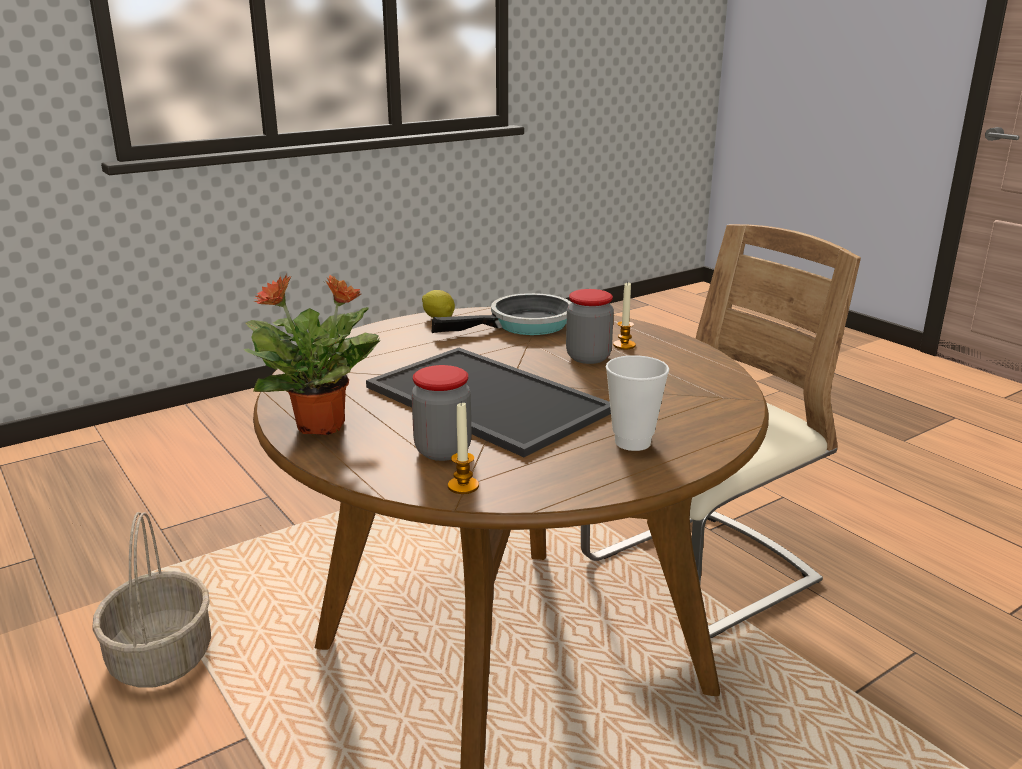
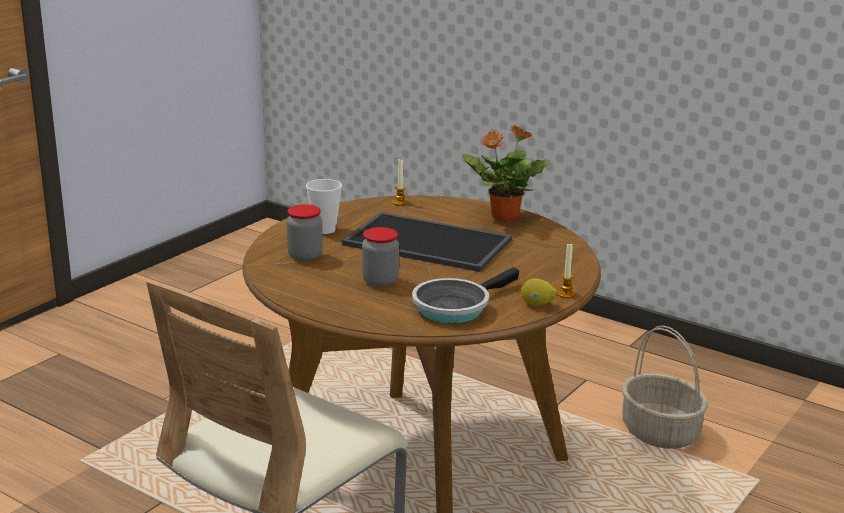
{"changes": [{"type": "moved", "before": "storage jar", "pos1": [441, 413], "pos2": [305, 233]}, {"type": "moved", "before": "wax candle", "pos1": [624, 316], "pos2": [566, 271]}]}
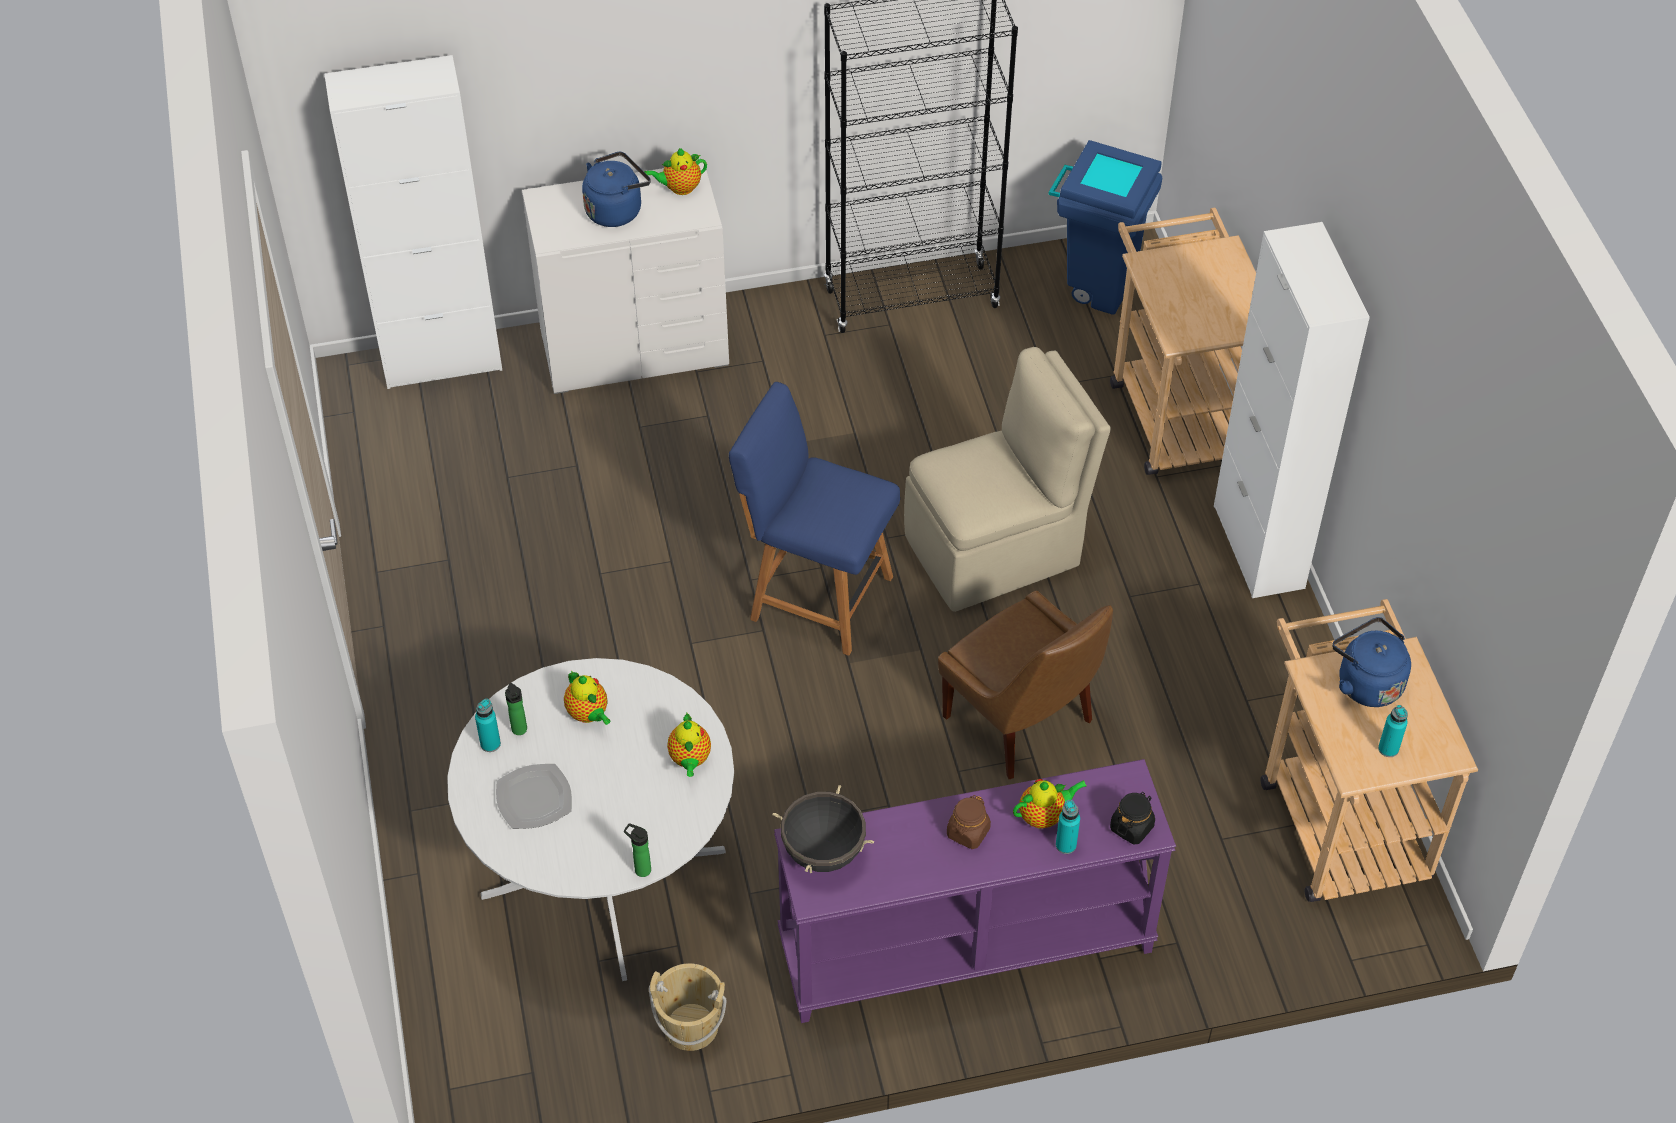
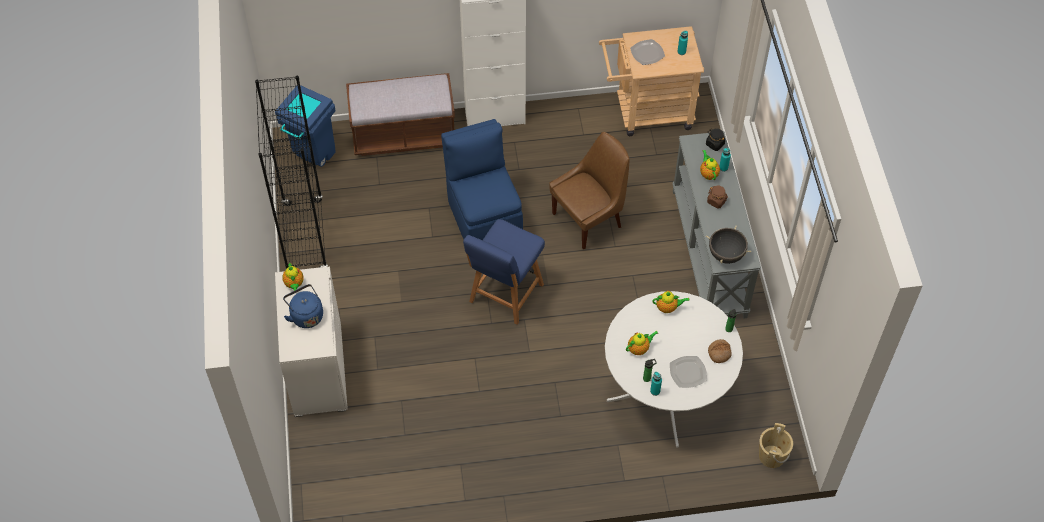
{"changes": [{"type": "removed", "before": "cabinet in white-coloured", "pos1": [413, 222]}, {"type": "moved", "before": "pail in beige", "pos1": [687, 1007], "pos2": [776, 445]}, {"type": "recoloured", "before": "narrow table in purple", "after": "narrow table in grey", "pos1": [975, 891], "pos2": [716, 224]}, {"type": "recoloured", "before": "upright chair in beige", "after": "upright chair in bluish", "pos1": [1007, 479], "pos2": [482, 179]}, {"type": "replaced", "before": "cart in beige", "after": "bench in brown", "pos1": [1183, 341], "pos2": [400, 114]}, {"type": "replaced", "before": "tea kettle in bluish", "after": "plate", "pos1": [1371, 662], "pos2": [647, 52]}, {"type": "added", "after": "bread", "pos2": [719, 351]}]}
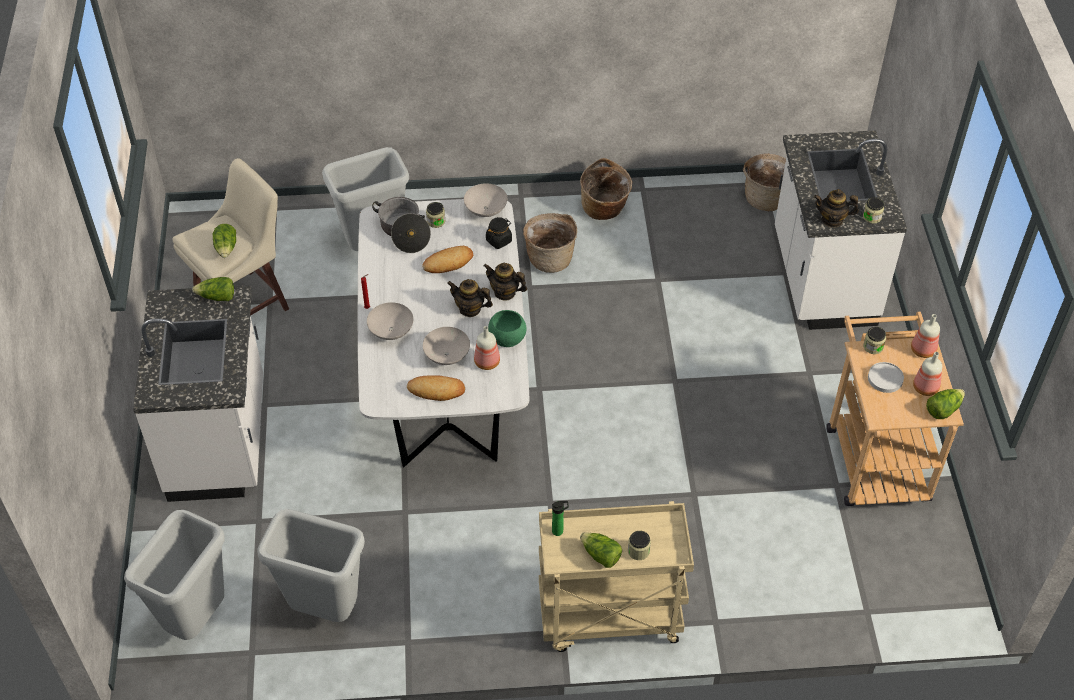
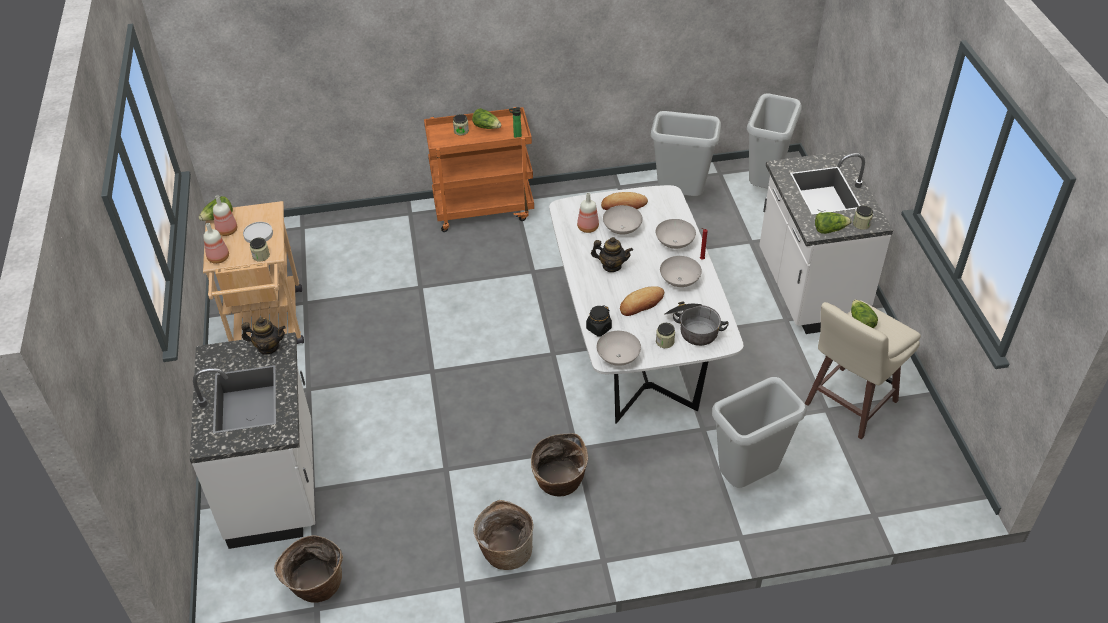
{"changes": [{"type": "removed", "before": "tea pot", "pos1": [505, 281]}, {"type": "removed", "before": "bowl in green", "pos1": [507, 328]}, {"type": "recoloured", "before": "cart in beige", "after": "cart in orange-coloured", "pos1": [616, 576], "pos2": [479, 169]}, {"type": "moved", "before": "storage jar", "pos1": [873, 210], "pos2": [863, 218]}, {"type": "added", "after": "bowl in white-coloured", "pos2": [681, 271]}]}
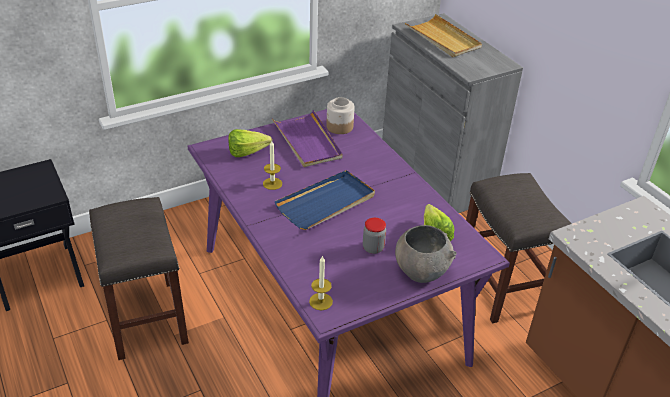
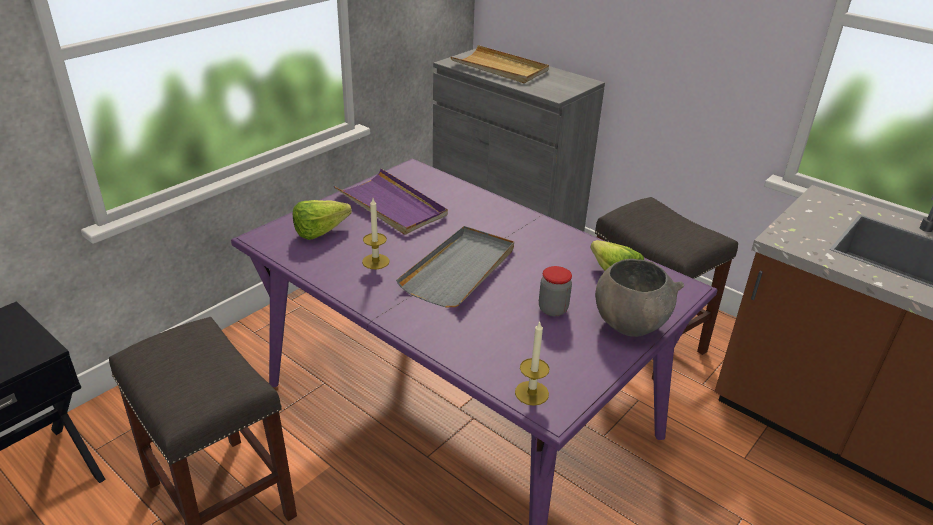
{"changes": [{"type": "recoloured", "before": "serving tray in bluish", "after": "serving tray in grey", "pos1": [325, 200], "pos2": [455, 266]}, {"type": "removed", "before": "storage jar", "pos1": [340, 115]}]}
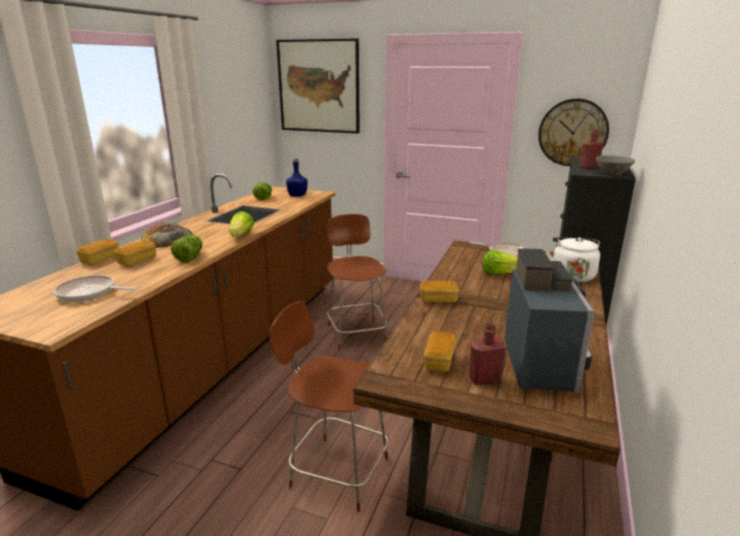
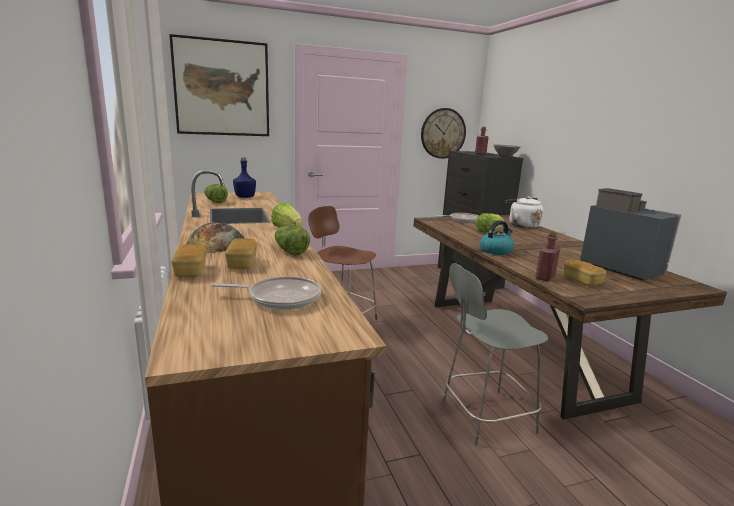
{"changes": [{"type": "turned", "before": "pan", "pos1": [95, 288], "pos2": [265, 293], "turn": -150}, {"type": "recoloured", "before": "upright chair in brown", "after": "upright chair in grey", "pos1": [329, 406], "pos2": [495, 354]}, {"type": "replaced", "before": "bread", "after": "tea kettle", "pos1": [439, 292], "pos2": [497, 237]}, {"type": "moved", "before": "bottle in red-coloured", "pos1": [487, 353], "pos2": [547, 256]}]}
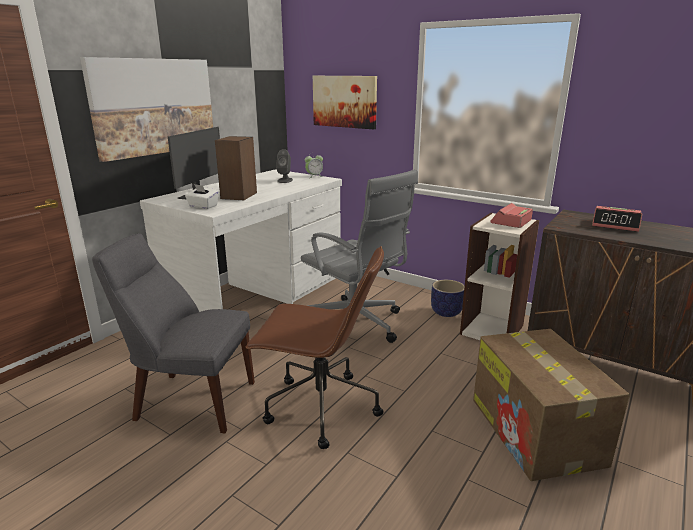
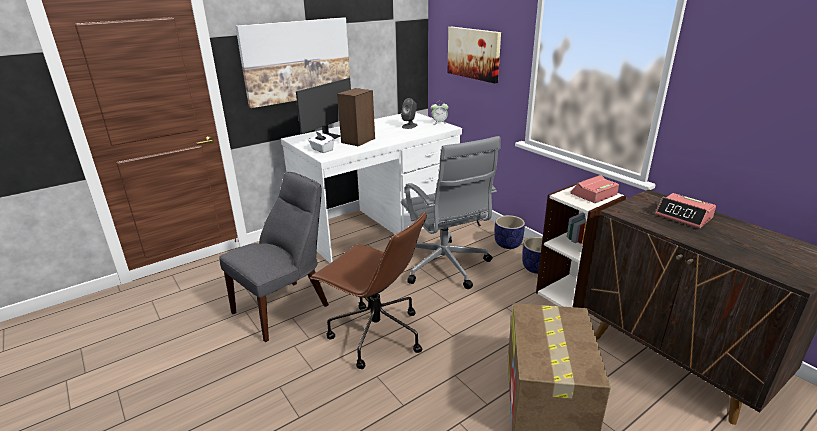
{"changes": [{"type": "turned", "before": "upright chair in grey", "pos1": [173, 333], "pos2": [274, 257], "turn": 105}, {"type": "added", "after": "plant pot", "pos2": [509, 232]}]}
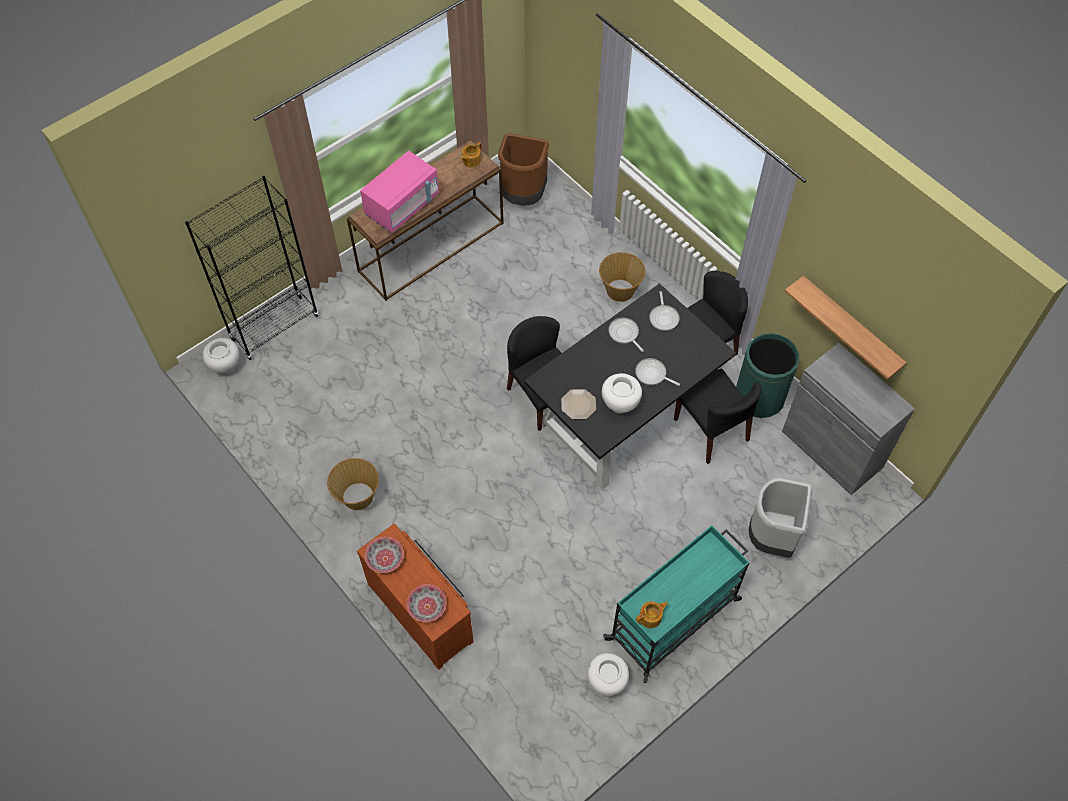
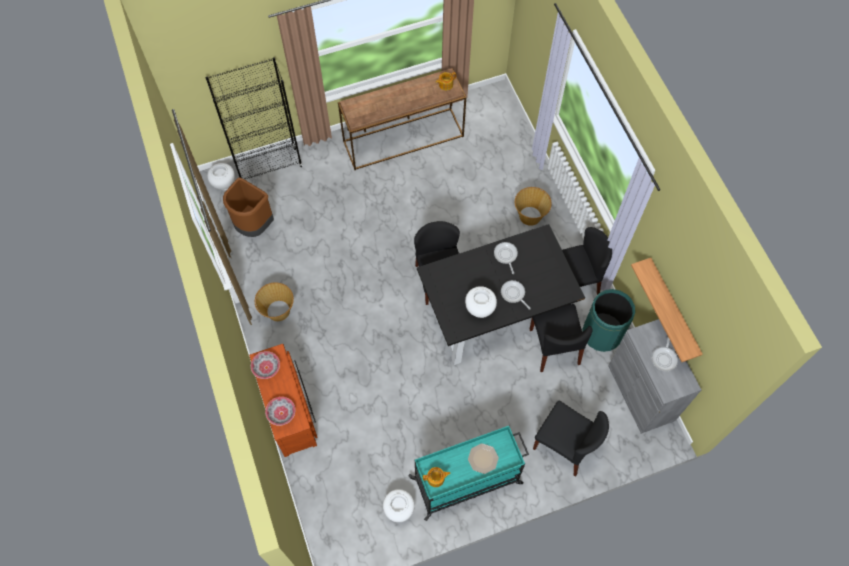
{"changes": [{"type": "removed", "before": "microwave in pink", "pos1": [399, 192]}, {"type": "moved", "before": "trash can in brown", "pos1": [523, 169], "pos2": [248, 207]}, {"type": "moved", "before": "plate", "pos1": [578, 404], "pos2": [483, 458]}, {"type": "moved", "before": "pan", "pos1": [664, 311], "pos2": [665, 354]}, {"type": "replaced", "before": "trash can in grey", "after": "upright chair in blackish", "pos1": [780, 518], "pos2": [571, 439]}]}
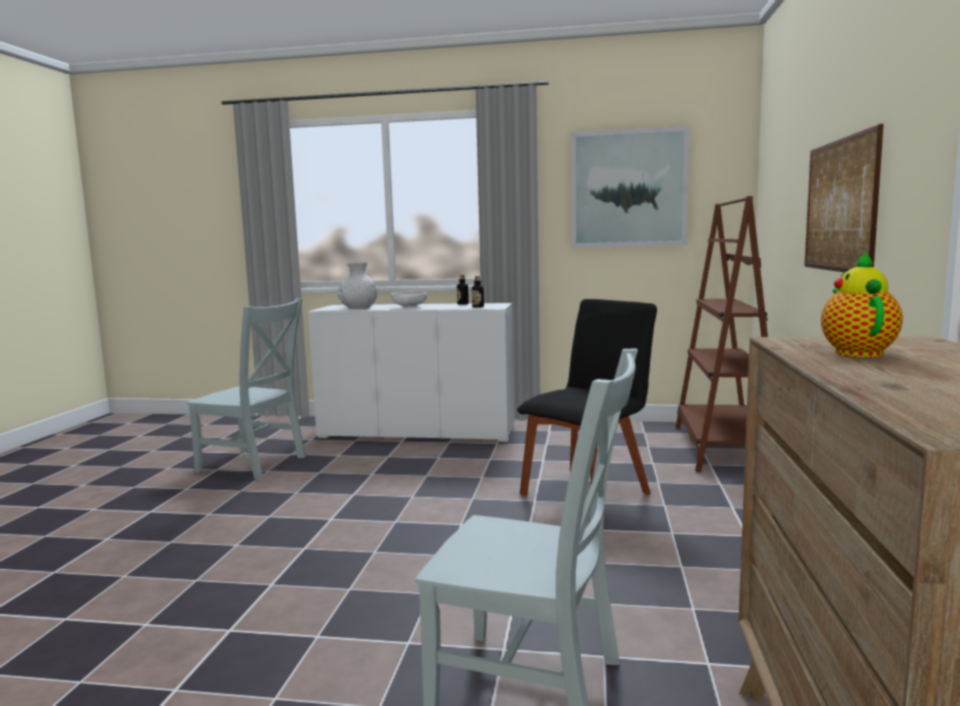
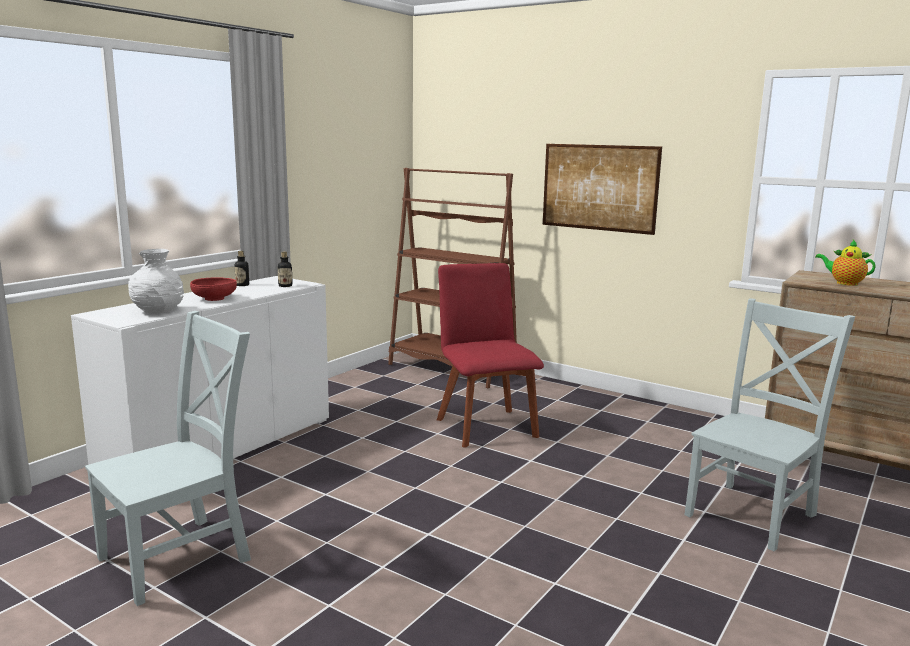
{"changes": [{"type": "recoloured", "before": "bowl in white-coloured", "after": "bowl in red-coloured", "pos1": [409, 299], "pos2": [213, 289]}, {"type": "recoloured", "before": "upright chair in blackish", "after": "upright chair in red-coloured", "pos1": [587, 397], "pos2": [490, 355]}, {"type": "removed", "before": "picture", "pos1": [630, 187]}]}
